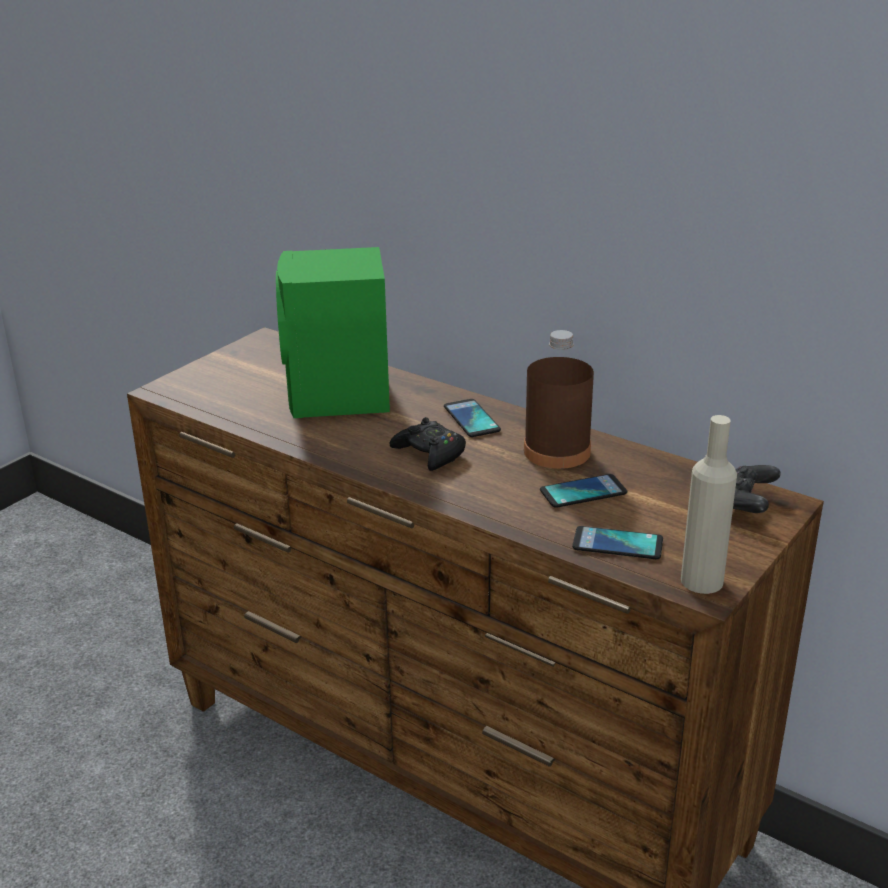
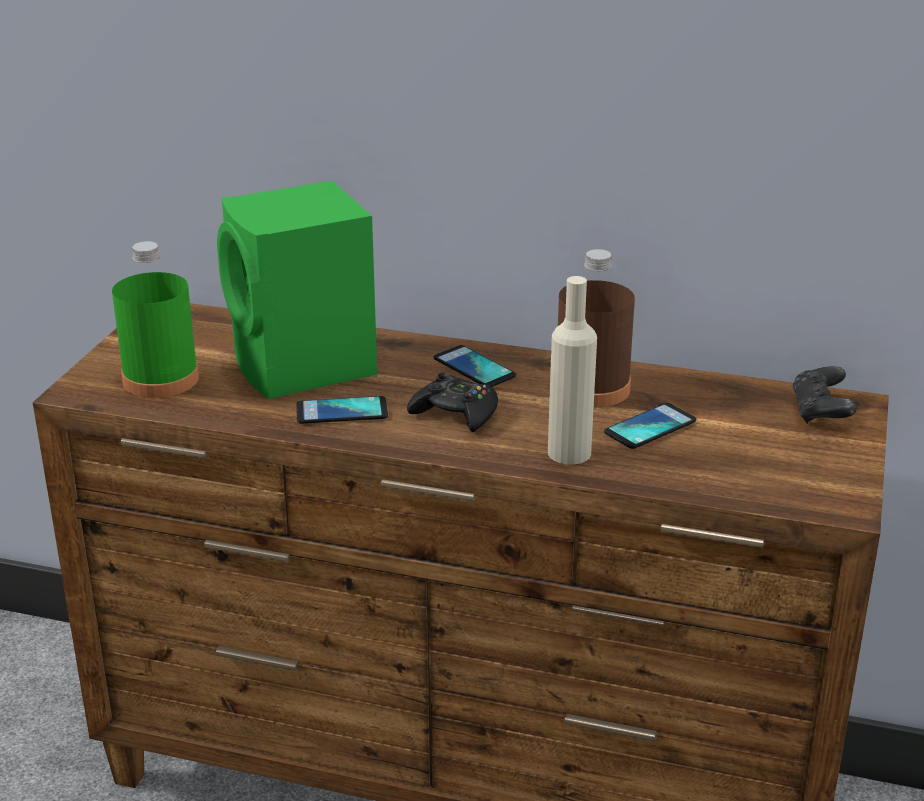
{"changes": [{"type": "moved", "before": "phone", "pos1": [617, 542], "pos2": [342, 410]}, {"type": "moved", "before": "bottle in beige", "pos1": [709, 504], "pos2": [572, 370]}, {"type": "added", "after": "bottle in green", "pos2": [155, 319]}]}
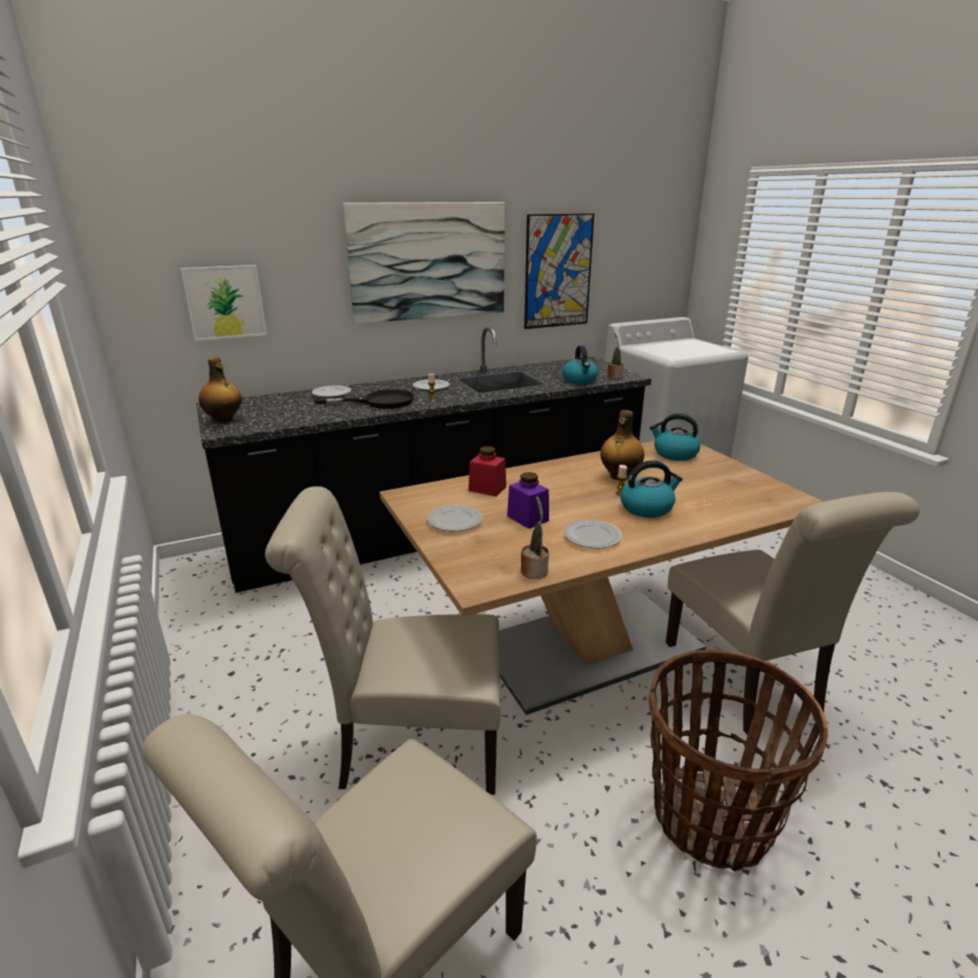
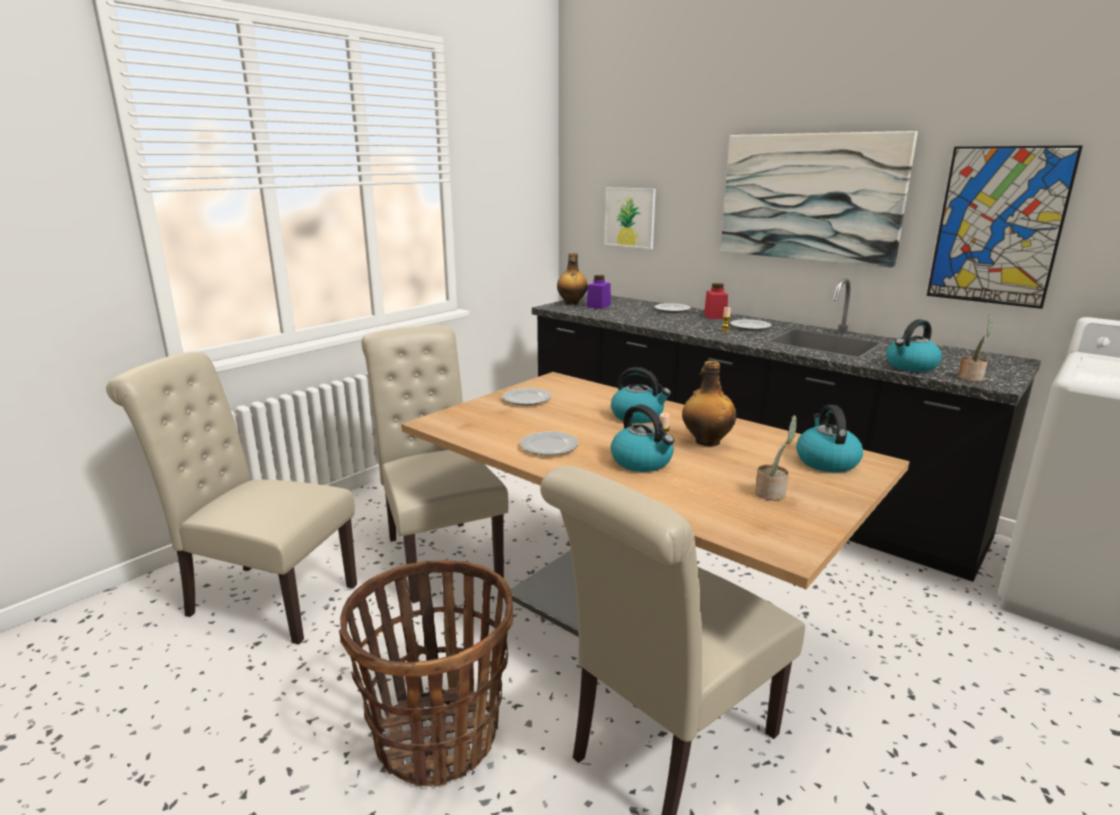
{"changes": [{"type": "removed", "before": "pan in blackish", "pos1": [364, 399]}, {"type": "moved", "before": "storage jar in red-coloured", "pos1": [487, 471], "pos2": [716, 301]}, {"type": "moved", "before": "storage jar in purple", "pos1": [528, 500], "pos2": [599, 292]}, {"type": "moved", "before": "houseplant", "pos1": [535, 537], "pos2": [776, 458]}, {"type": "added", "after": "tea kettle", "pos2": [641, 395]}]}
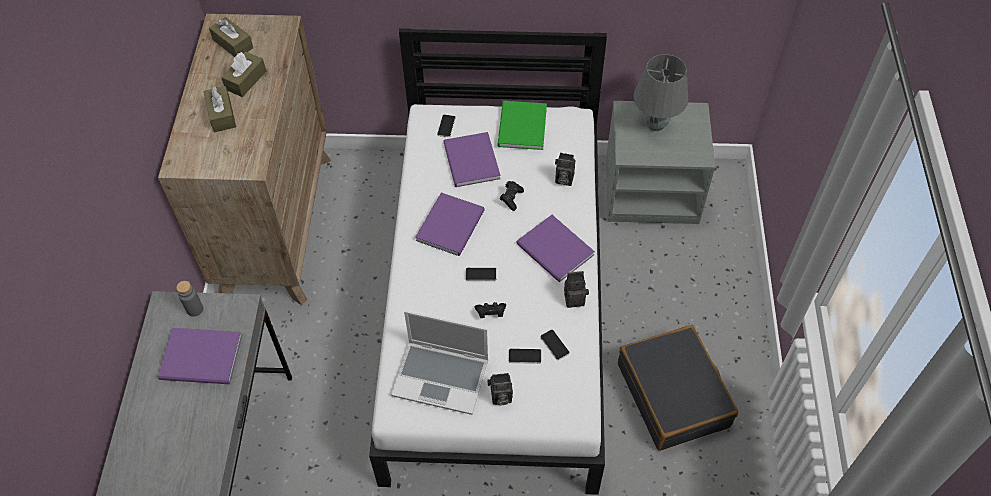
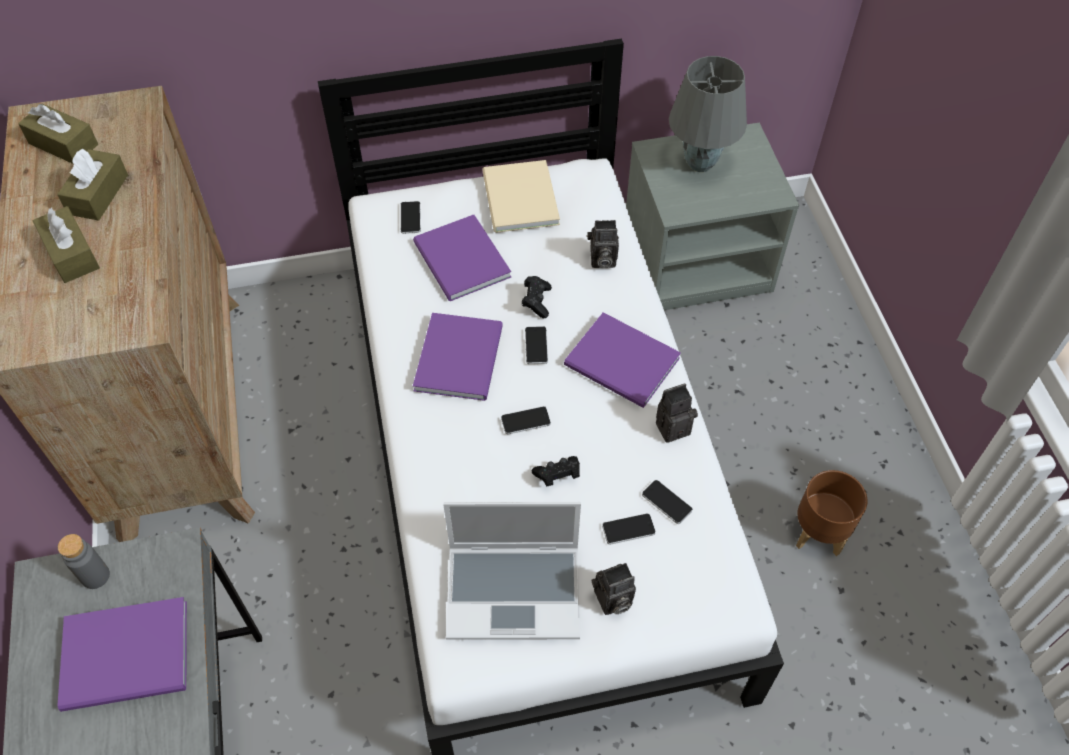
{"changes": [{"type": "recoloured", "before": "volume in green", "after": "volume in beige", "pos1": [522, 125], "pos2": [521, 196]}, {"type": "replaced", "before": "piece of luggage in blackish", "after": "plant pot in brown", "pos1": [678, 388], "pos2": [831, 513]}, {"type": "added", "after": "phone", "pos2": [536, 345]}]}
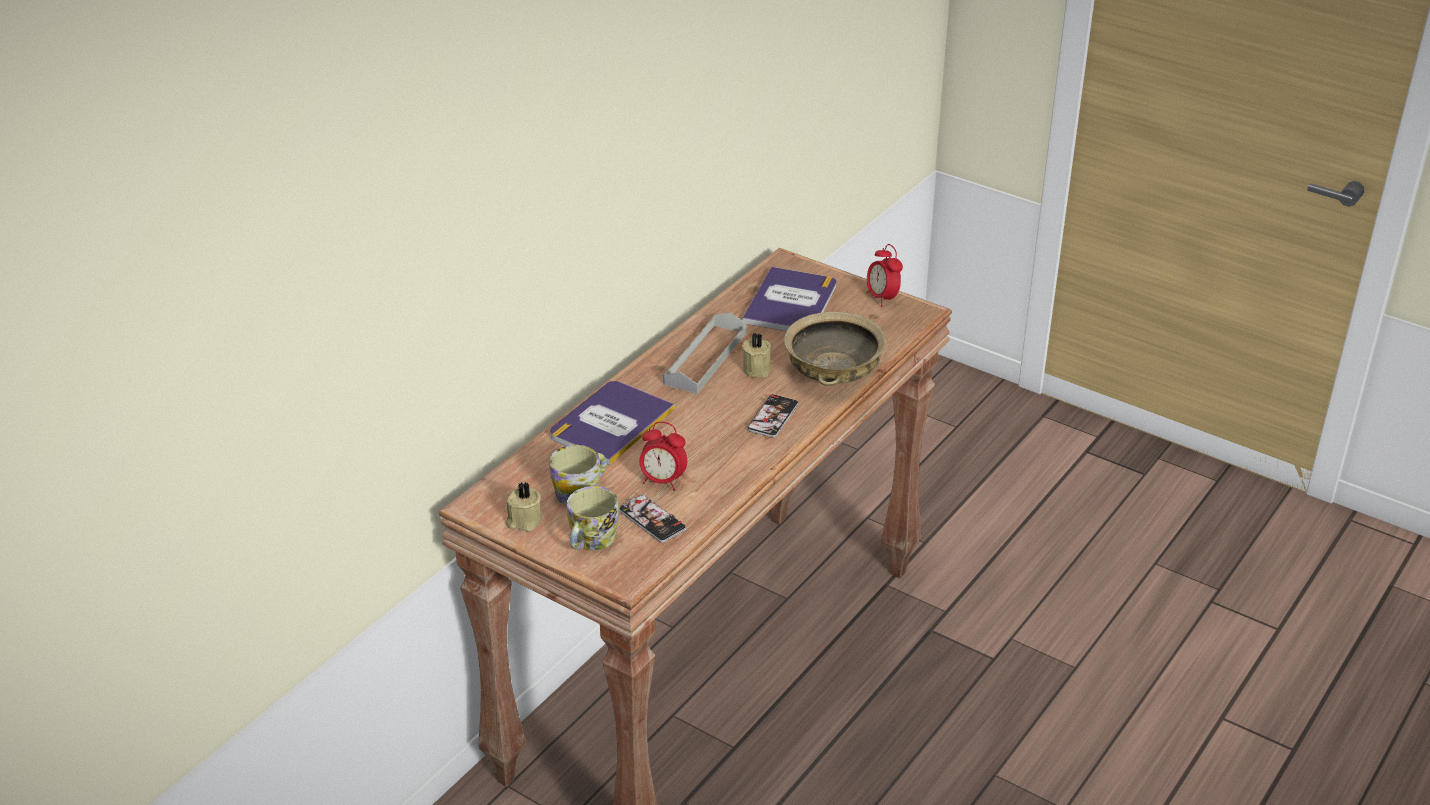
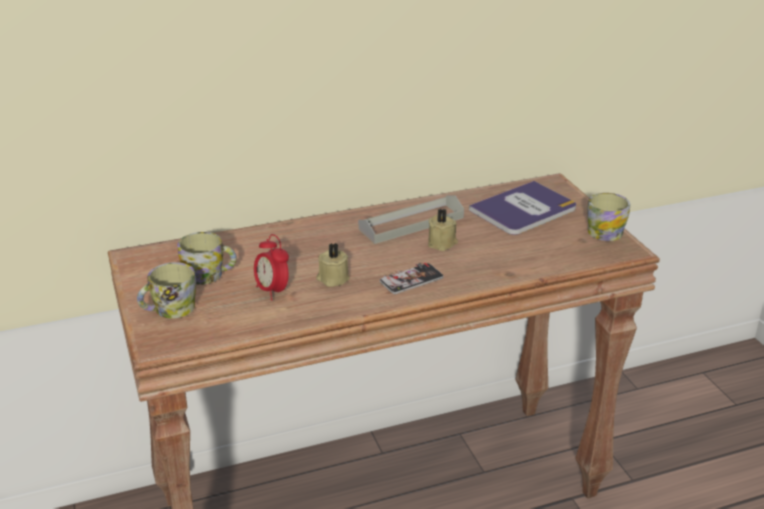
{"changes": [{"type": "moved", "before": "wax candle in beige", "pos1": [524, 507], "pos2": [333, 265]}, {"type": "removed", "before": "volume", "pos1": [612, 423]}, {"type": "removed", "before": "phone", "pos1": [652, 518]}, {"type": "removed", "before": "bowl in beige", "pos1": [835, 348]}, {"type": "replaced", "before": "alarm clock", "after": "coffee mug", "pos1": [885, 275], "pos2": [608, 217]}]}
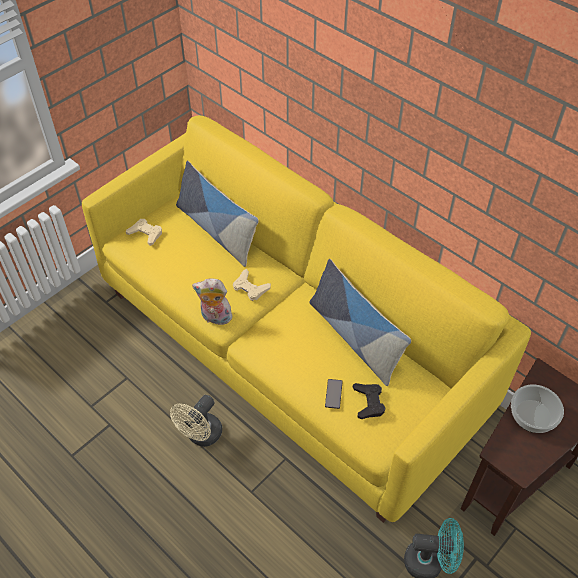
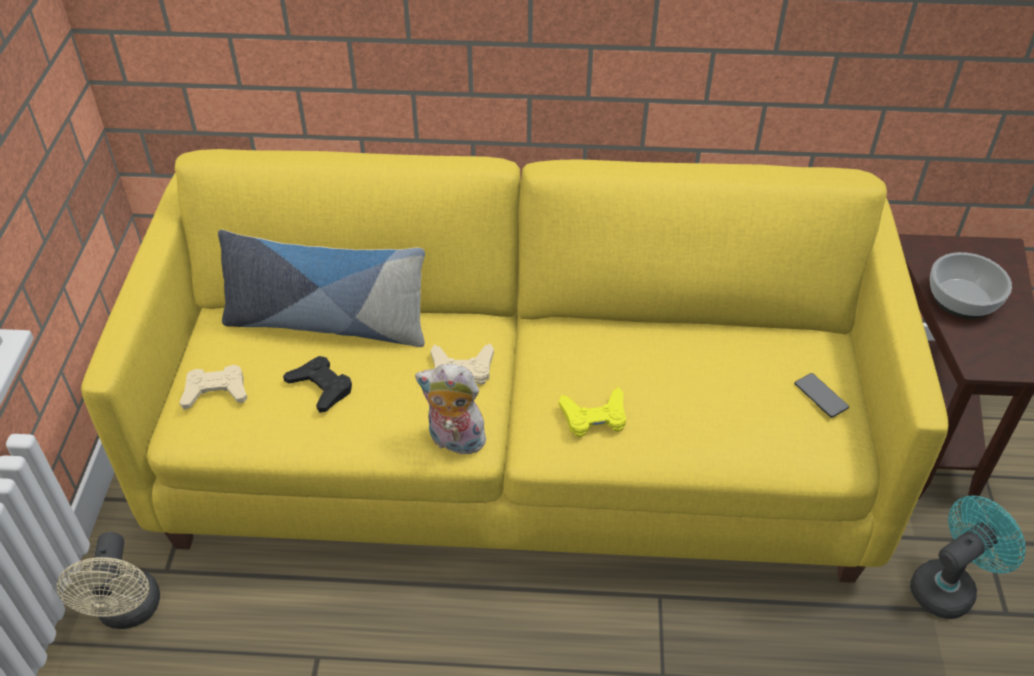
{"changes": [{"type": "moved", "before": "cooling fan in beige", "pos1": [196, 421], "pos2": [108, 580]}, {"type": "turned", "before": "cuddly toy", "pos1": [213, 301], "pos2": [453, 411], "turn": 45}, {"type": "removed", "before": "throw pillow", "pos1": [360, 322]}, {"type": "moved", "before": "phone", "pos1": [334, 394], "pos2": [822, 395]}, {"type": "moved", "before": "game controller in blackish", "pos1": [369, 401], "pos2": [317, 384]}, {"type": "added", "after": "game controller in yellow-coloured", "pos2": [592, 412]}]}
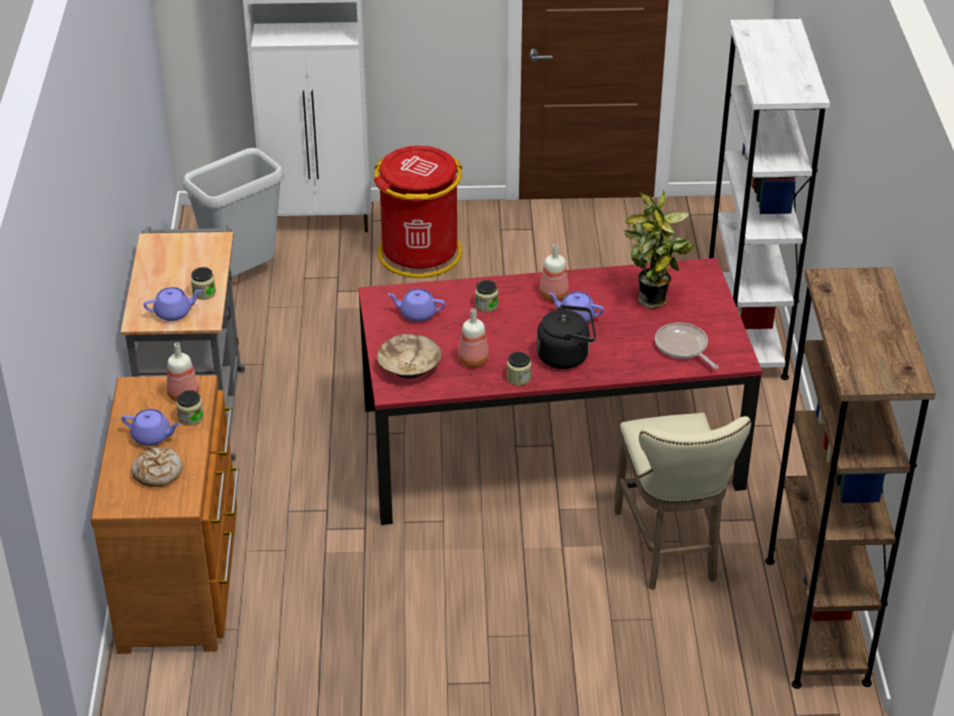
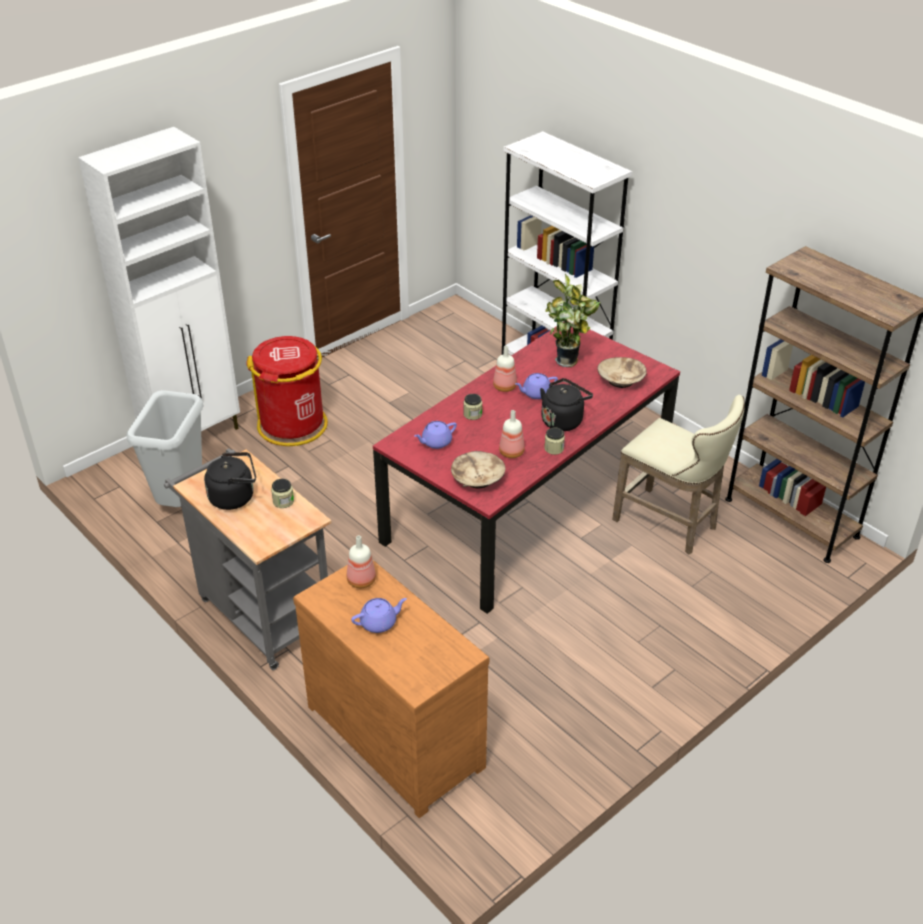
{"changes": [{"type": "removed", "before": "bread", "pos1": [157, 467]}, {"type": "removed", "before": "tea pot in purple", "pos1": [172, 304]}, {"type": "removed", "before": "storage jar", "pos1": [190, 408]}, {"type": "replaced", "before": "pan", "after": "bowl in beige", "pos1": [686, 346], "pos2": [622, 372]}, {"type": "added", "after": "tea kettle in blackish", "pos2": [230, 481]}]}
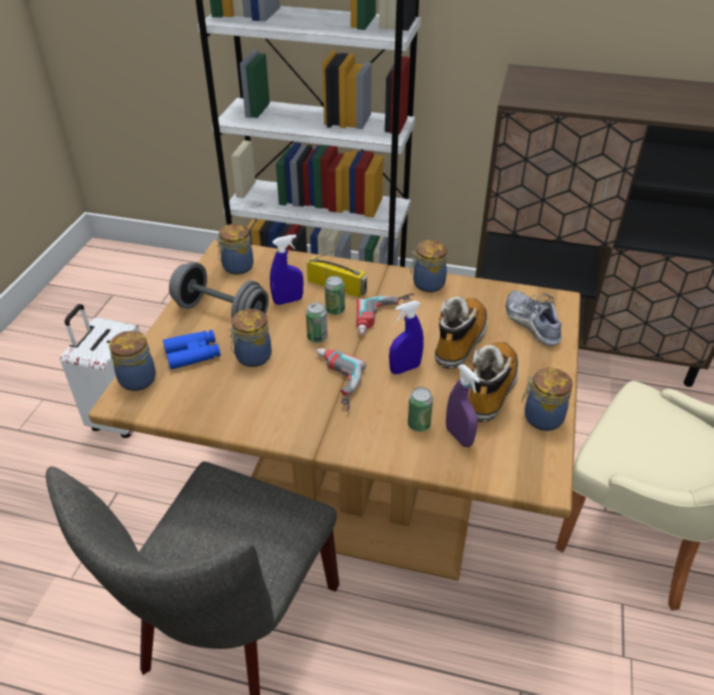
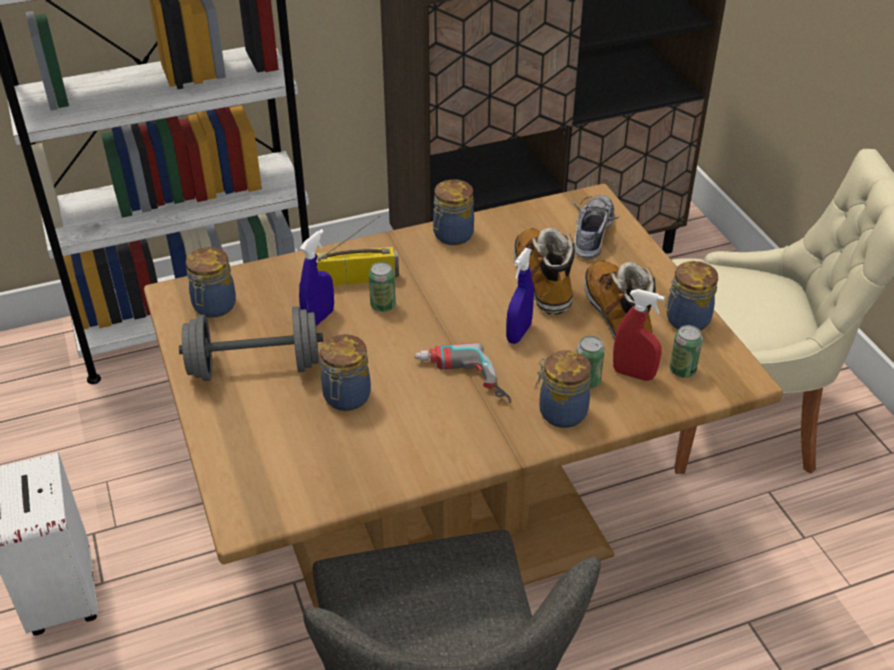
{"changes": [{"type": "moved", "before": "storage jar", "pos1": [132, 361], "pos2": [563, 389]}, {"type": "removed", "before": "binoculars in bluish", "pos1": [192, 349]}, {"type": "moved", "before": "metal can", "pos1": [316, 322], "pos2": [686, 351]}, {"type": "removed", "before": "power drill", "pos1": [385, 314]}, {"type": "recoloured", "before": "spray bottle in purple", "after": "spray bottle in red-coloured", "pos1": [463, 405], "pos2": [639, 335]}, {"type": "turned", "before": "low shoe", "pos1": [534, 318], "pos2": [596, 227], "turn": 75}]}
